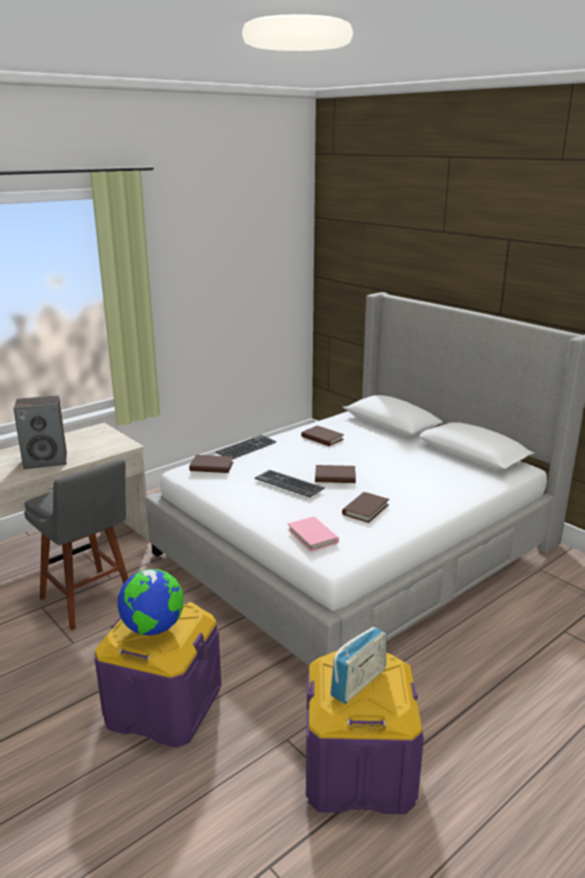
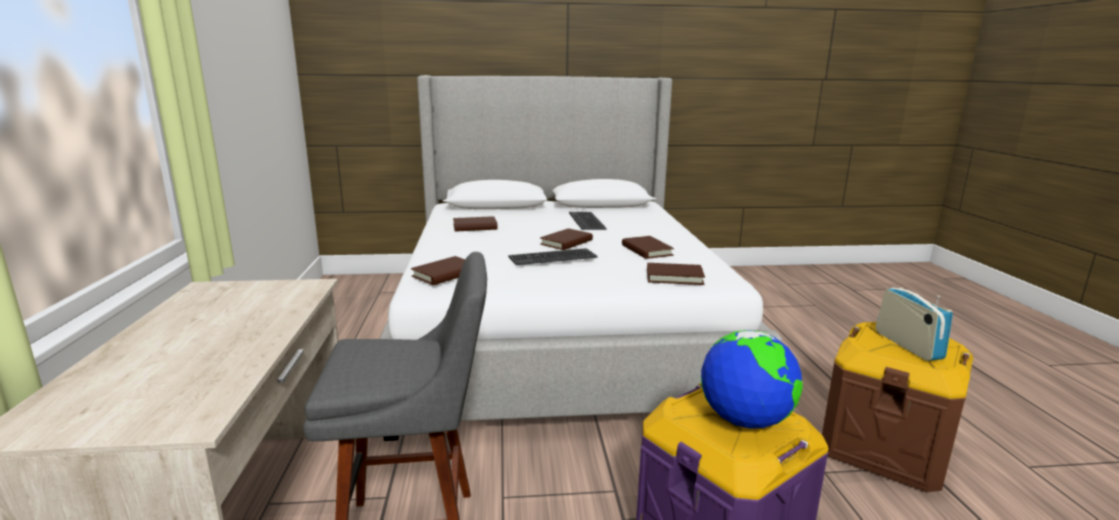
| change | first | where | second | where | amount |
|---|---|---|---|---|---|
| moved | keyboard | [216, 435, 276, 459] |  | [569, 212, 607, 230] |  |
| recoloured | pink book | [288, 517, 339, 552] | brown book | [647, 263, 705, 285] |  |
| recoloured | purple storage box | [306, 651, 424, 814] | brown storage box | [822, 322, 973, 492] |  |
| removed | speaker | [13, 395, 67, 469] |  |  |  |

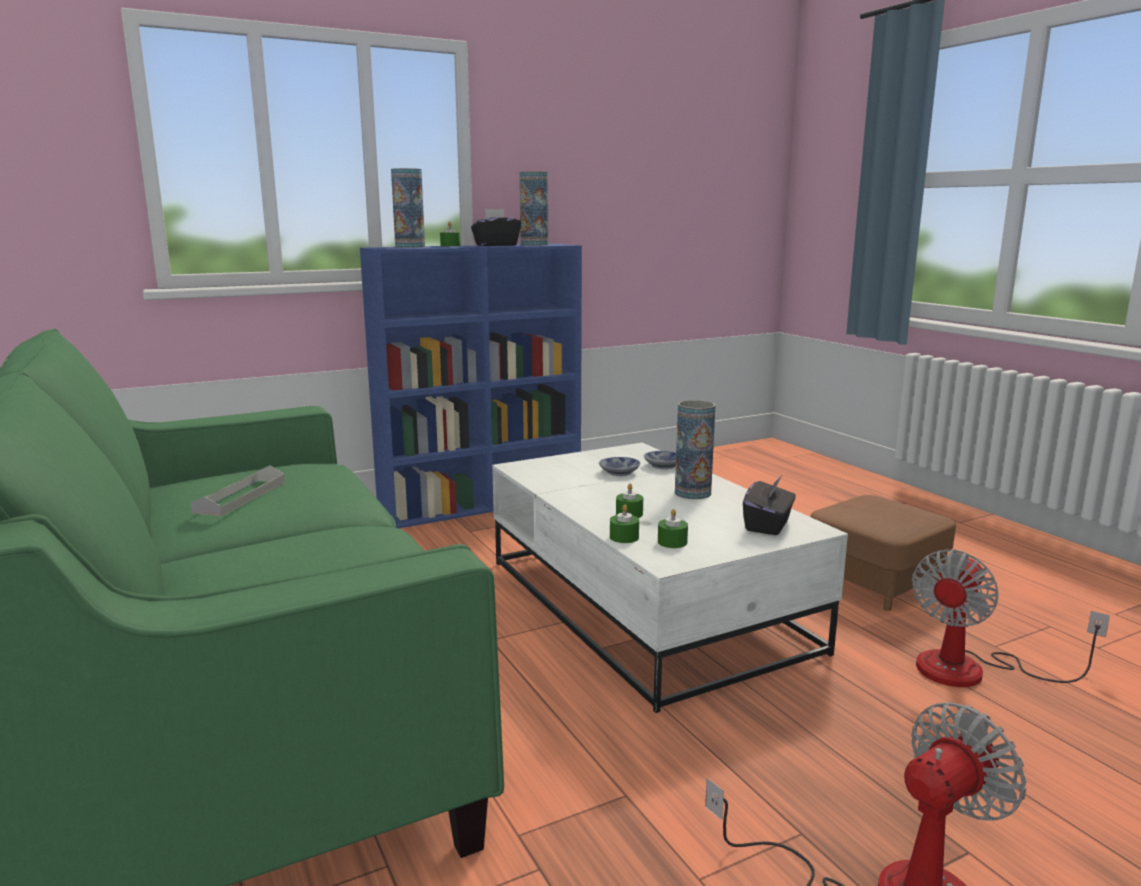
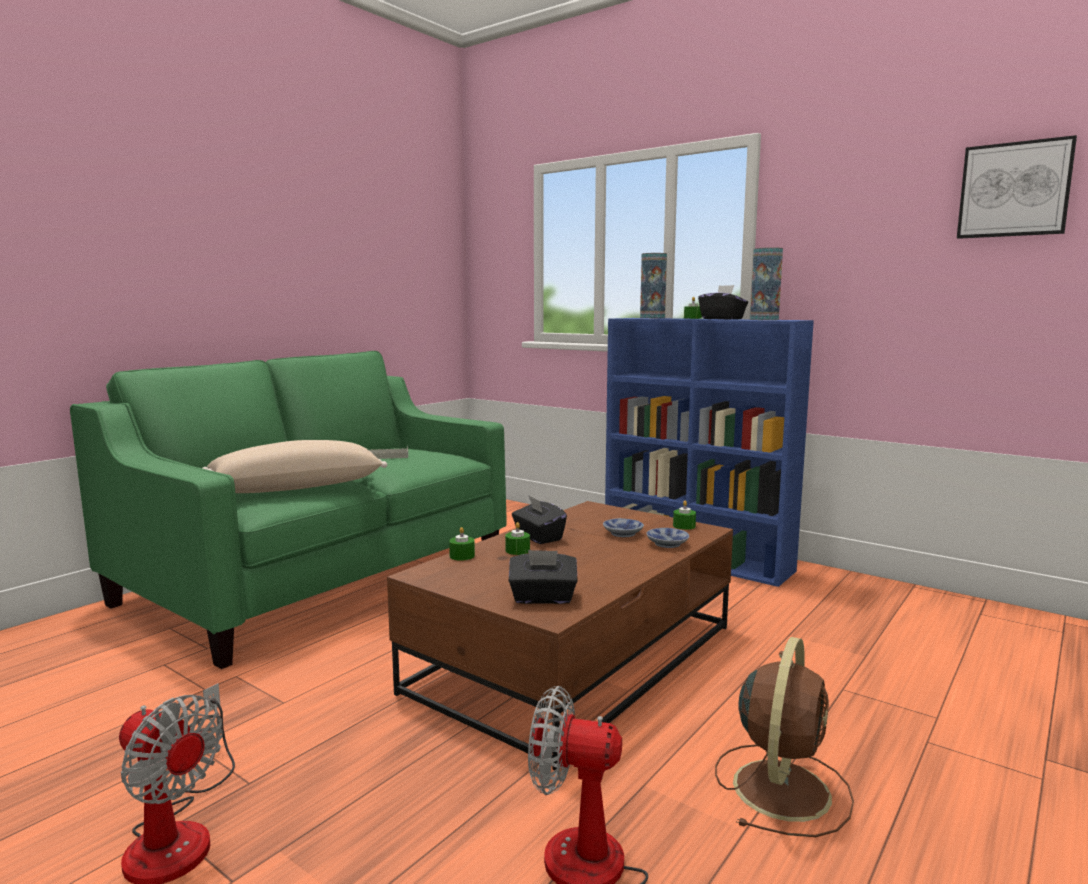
| change | first | where | second | where | amount |
|---|---|---|---|---|---|
| added |  |  | beige pillow | [202, 440, 387, 493] |  |
| recoloured | white coffee table | [492, 443, 848, 713] | brown coffee table | [387, 501, 733, 770] |  |
| added |  |  | black tissue box | [512, 495, 567, 544] |  |
| moved | green candle | [658, 509, 688, 548] |  | [673, 500, 696, 530] |  |
| replaced | brown ottoman | [811, 495, 956, 611] | brown fan | [715, 637, 854, 837] |  |
| added |  |  | picture | [957, 135, 1077, 239] |  |
| removed | vase | [675, 400, 715, 499] |  |  |  |

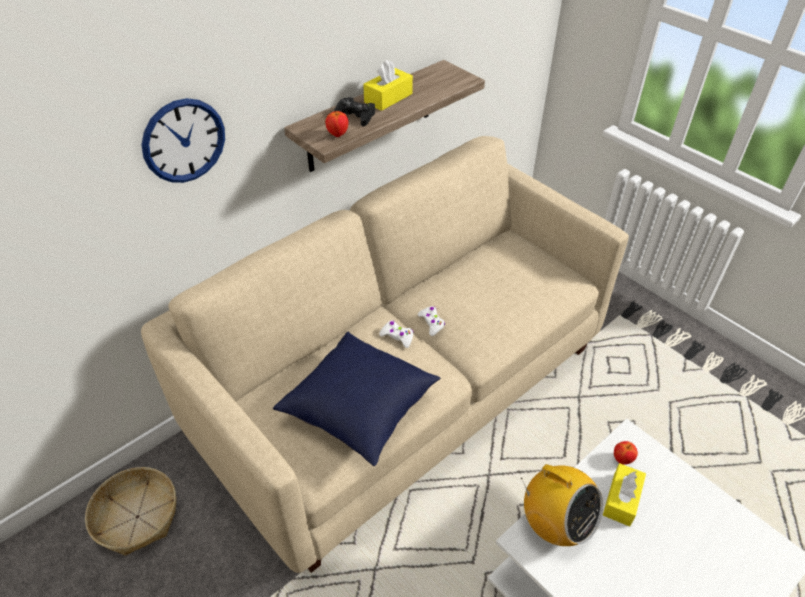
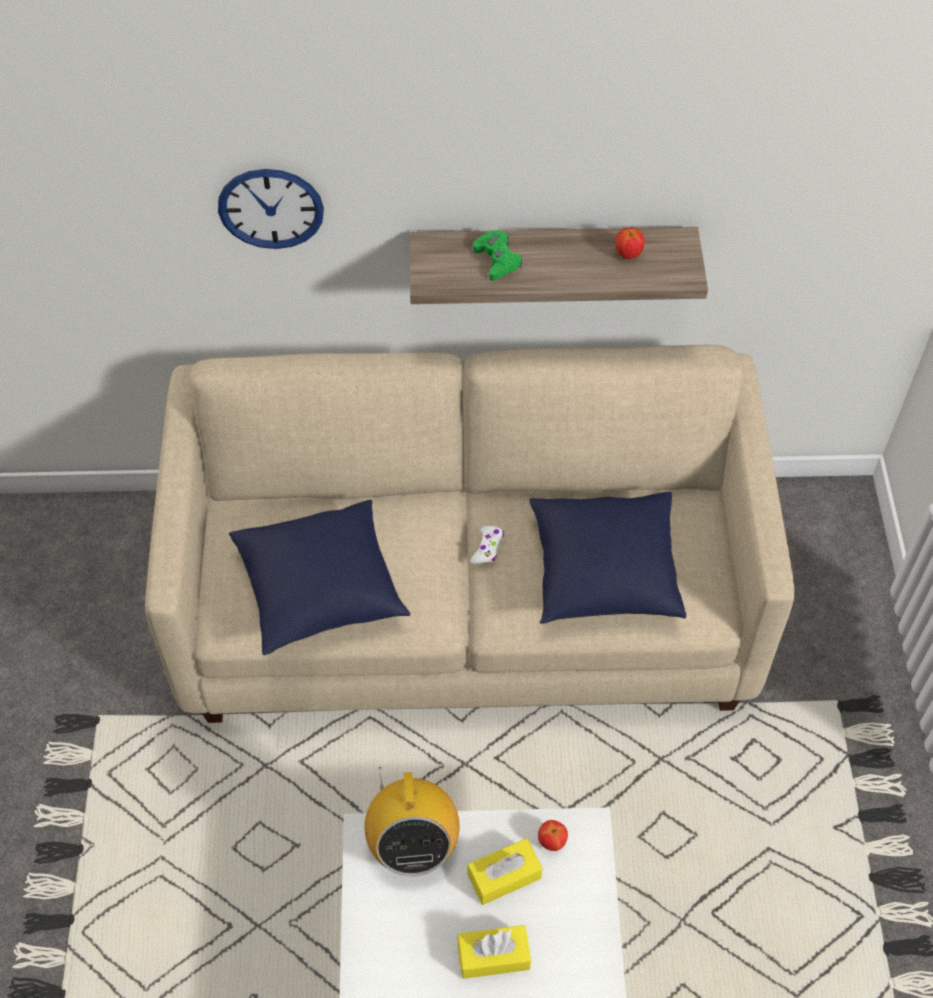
| change | first | where | second | where | amount |
|---|---|---|---|---|---|
| moved | yellow tissue box | [363, 60, 413, 111] |  | [457, 925, 531, 979] |  |
| recoloured | black game controller | [334, 97, 375, 126] | green game controller | [473, 230, 522, 281] |  |
| added |  |  | blue pillow | [529, 492, 686, 624] |  |
| moved | apple | [325, 111, 348, 137] |  | [615, 228, 645, 259] |  |
| removed | basket | [85, 467, 177, 556] |  |  |  |
| removed | white game controller | [379, 320, 413, 348] |  |  |  |

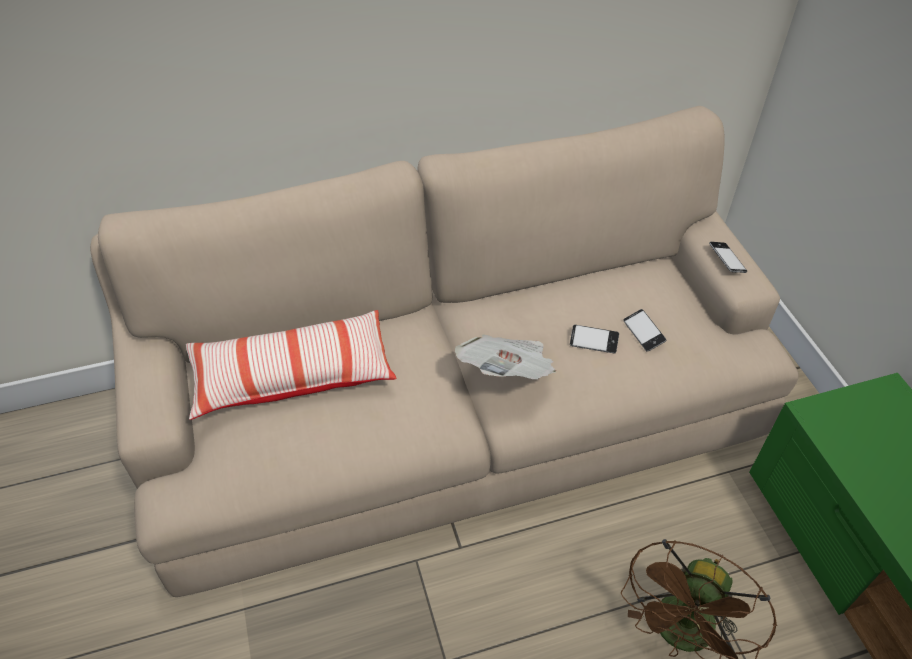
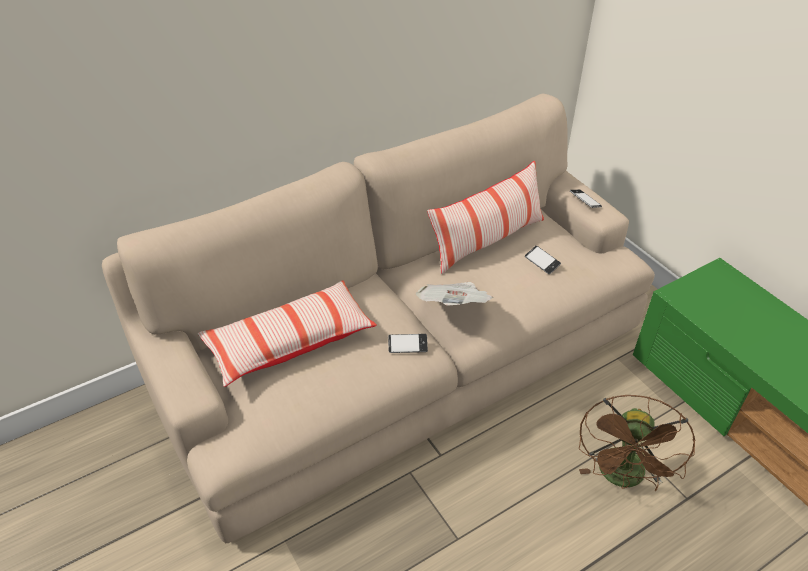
| change | first | where | second | where | amount |
|---|---|---|---|---|---|
| moved | phone | [570, 325, 619, 353] |  | [388, 334, 428, 353] |  |
| added |  |  | pillow | [427, 161, 544, 274] |  |

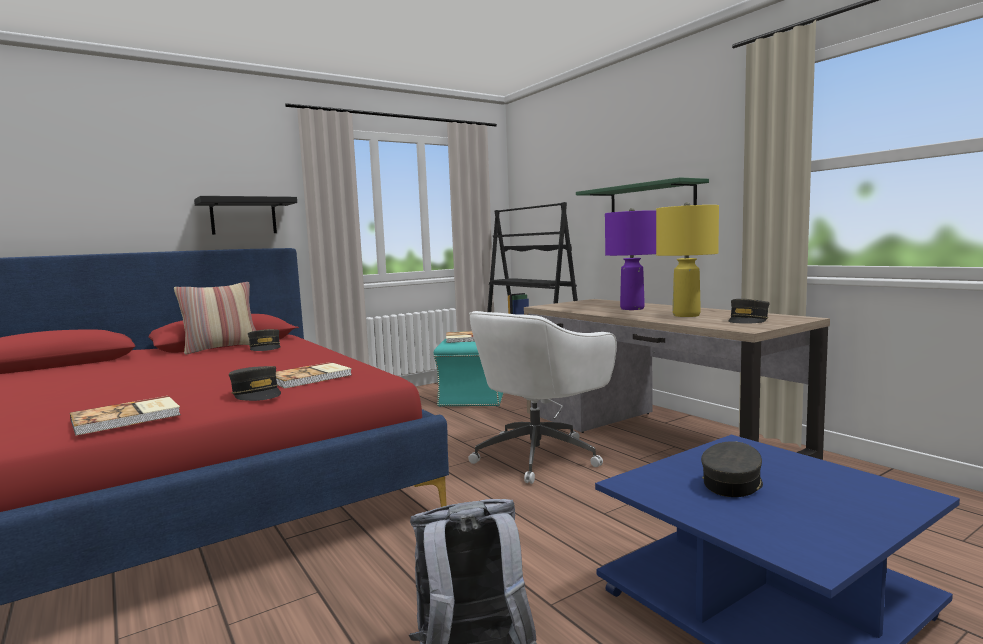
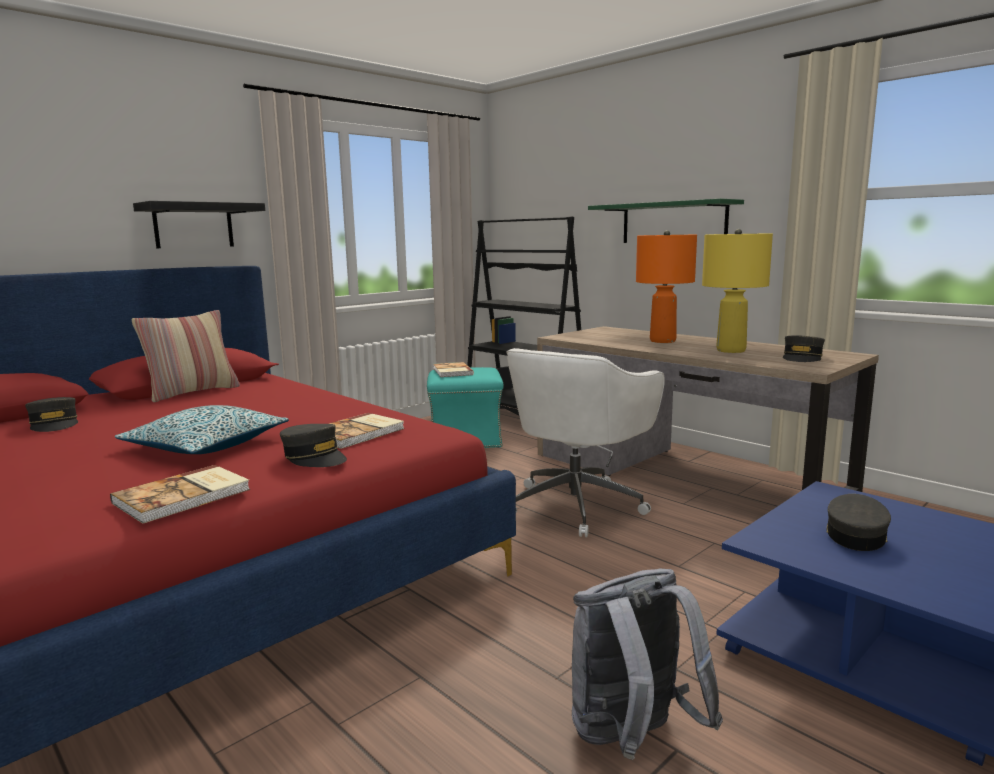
| change | first | where | second | where | amount |
|---|---|---|---|---|---|
| moved | grey cap | [248, 329, 281, 351] |  | [25, 397, 78, 432] |  |
| added |  |  | pillow | [114, 405, 289, 454] |  |
| recoloured | purple table lamp | [605, 208, 656, 310] | orange table lamp | [636, 230, 697, 343] |  |

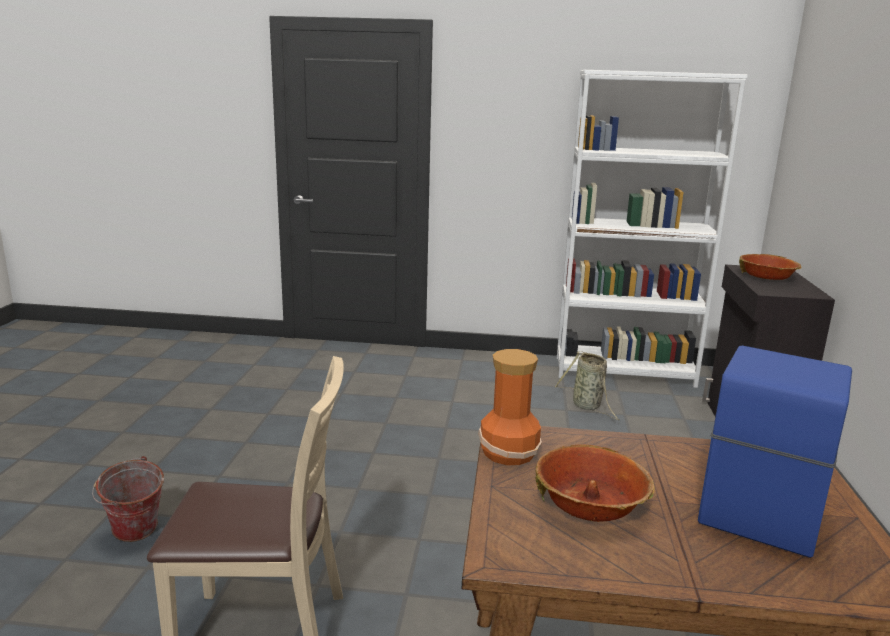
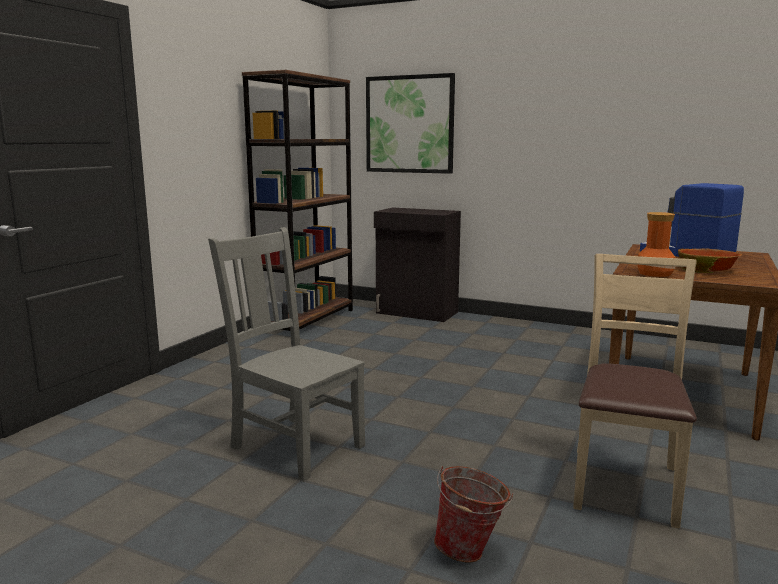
| change | first | where | second | where | amount |
|---|---|---|---|---|---|
| added |  |  | grey chair | [208, 227, 365, 481] |  |
| recoloured | white bookcase | [557, 70, 748, 388] | brown bookcase | [242, 70, 353, 331] |  |
| added |  |  | picture | [366, 73, 455, 174] |  |
| removed | basket | [554, 351, 619, 420] |  |  |  |
| removed | bowl | [739, 254, 802, 280] |  |  |  |

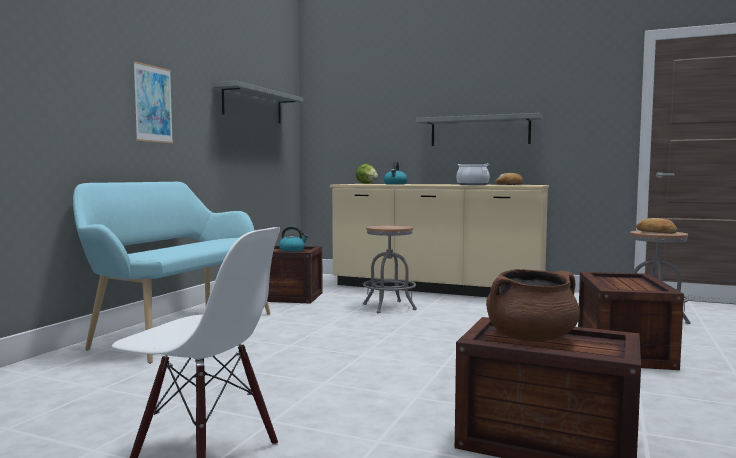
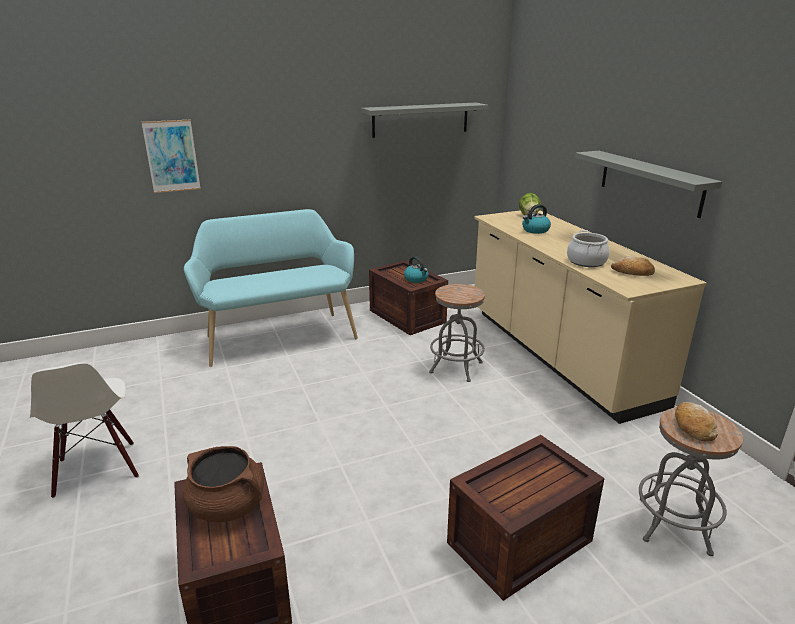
| change | first | where | second | where | amount |
|---|---|---|---|---|---|
| moved | picture | [133, 61, 173, 143] |  | [141, 120, 201, 193] |  |

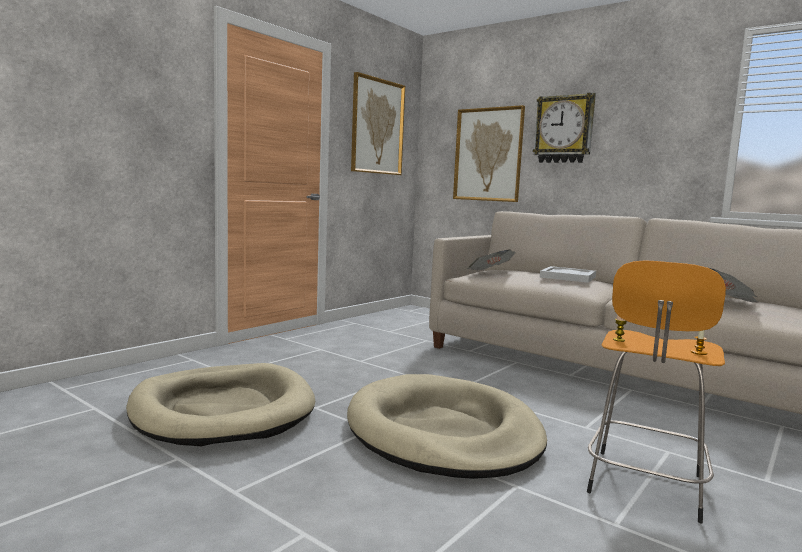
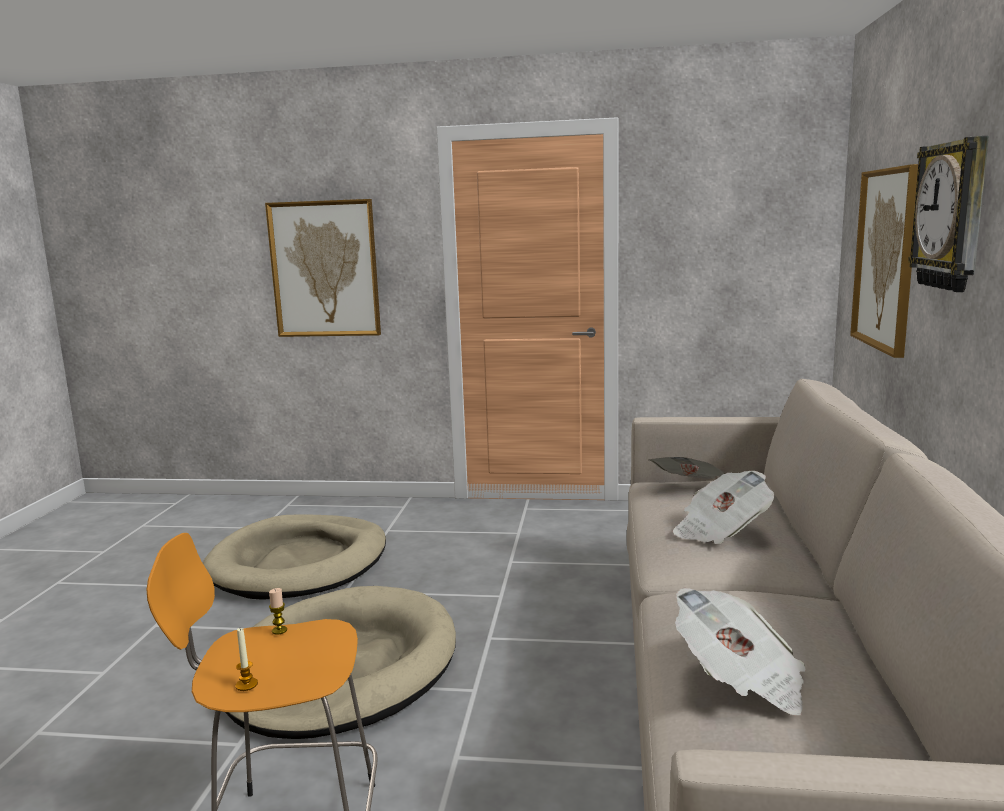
| change | first | where | second | where | amount |
|---|---|---|---|---|---|
| moved | picture | [351, 72, 405, 175] |  | [265, 199, 381, 337] |  |
| replaced | white tray | [540, 266, 596, 283] | newspaper | [673, 471, 774, 544] |  |

